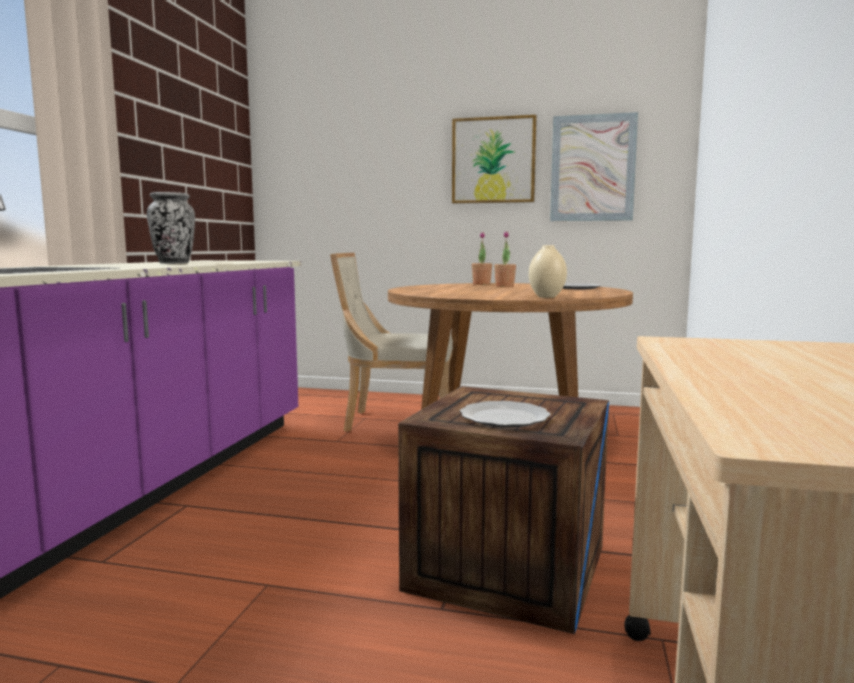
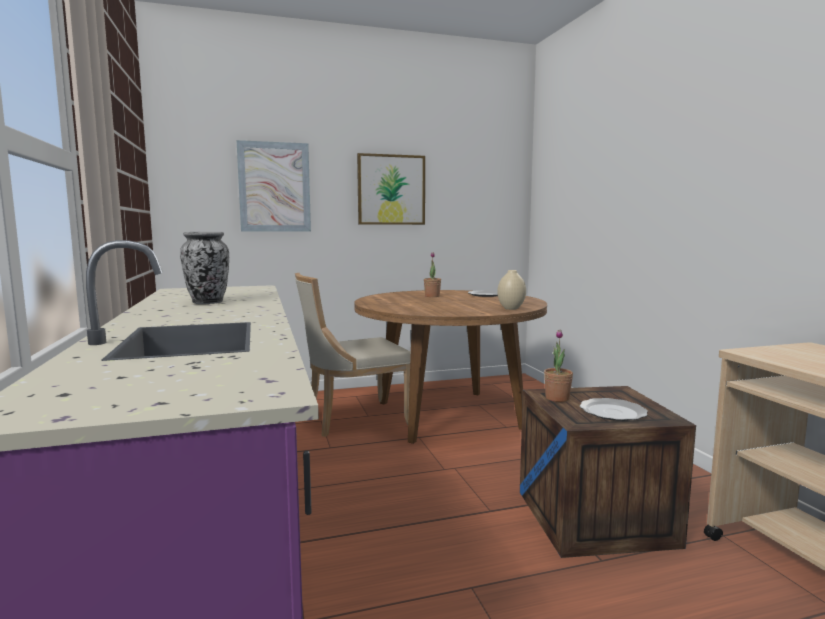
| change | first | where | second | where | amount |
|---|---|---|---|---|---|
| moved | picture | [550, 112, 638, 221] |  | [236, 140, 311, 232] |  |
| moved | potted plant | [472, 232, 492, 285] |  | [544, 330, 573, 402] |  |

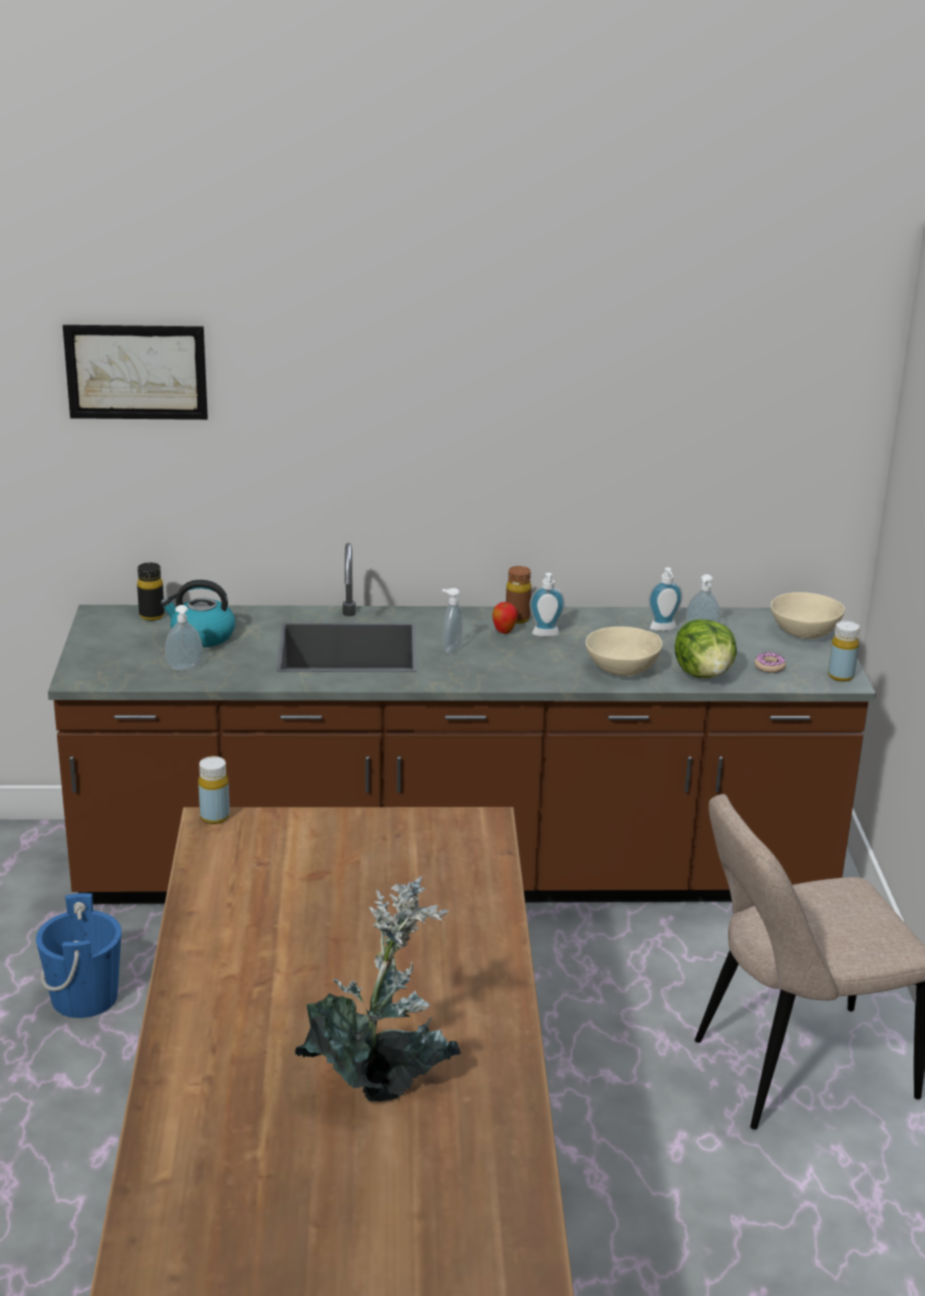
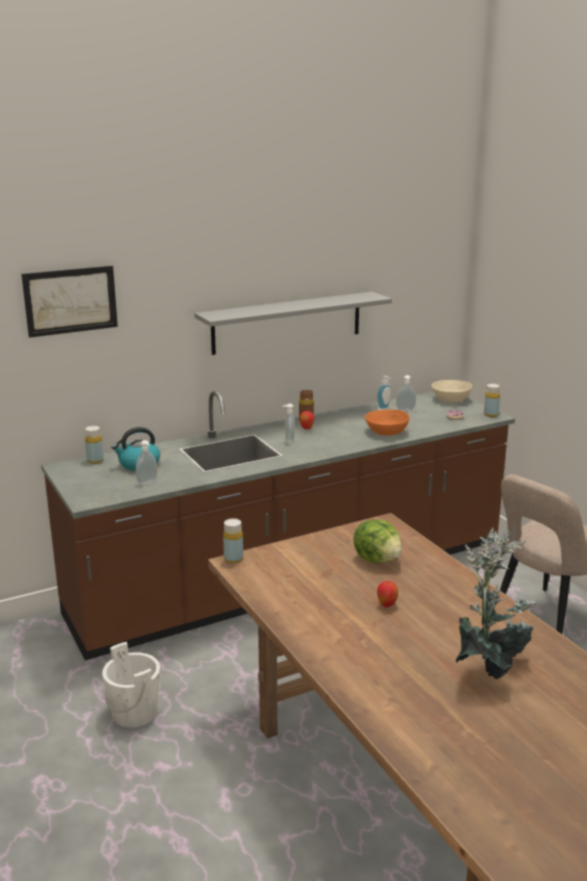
| change | first | where | second | where | amount |
|---|---|---|---|---|---|
| recoloured | black bottle | [137, 562, 165, 621] | yellow bottle | [85, 426, 104, 464] |  |
| recoloured | blue bucket | [36, 893, 122, 1018] | white bucket | [102, 642, 160, 728] |  |
| added |  |  | grey shelf | [195, 292, 392, 355] |  |
| moved | lettuce | [675, 619, 737, 678] |  | [353, 520, 402, 564] |  |
| recoloured | beige bowl | [585, 626, 662, 676] | orange bowl | [365, 410, 410, 436] |  |
| added |  |  | apple | [377, 581, 398, 607] |  |
| removed | soap dispenser | [530, 573, 565, 637] |  |  |  |

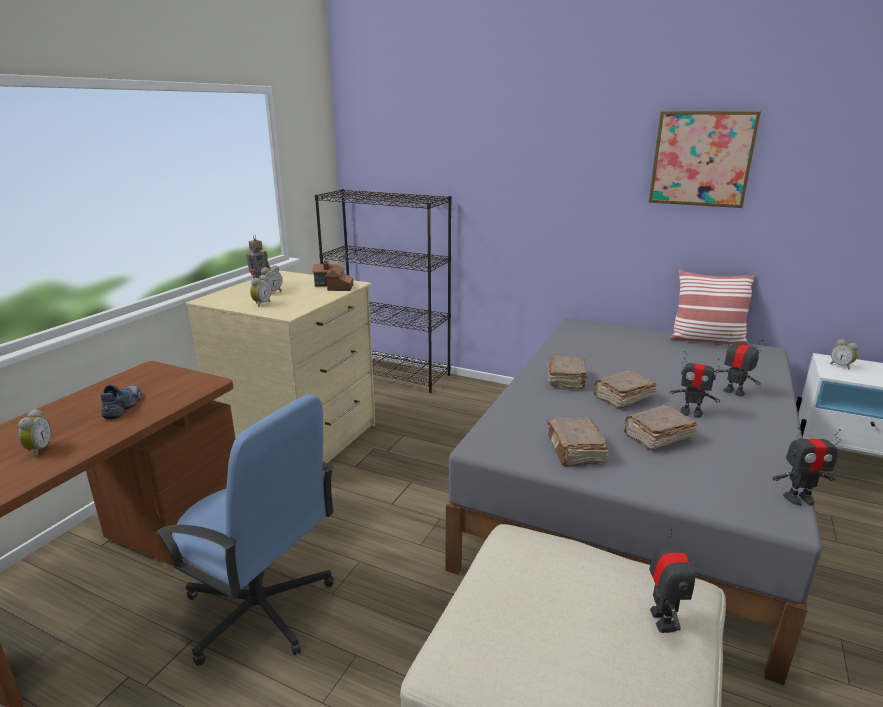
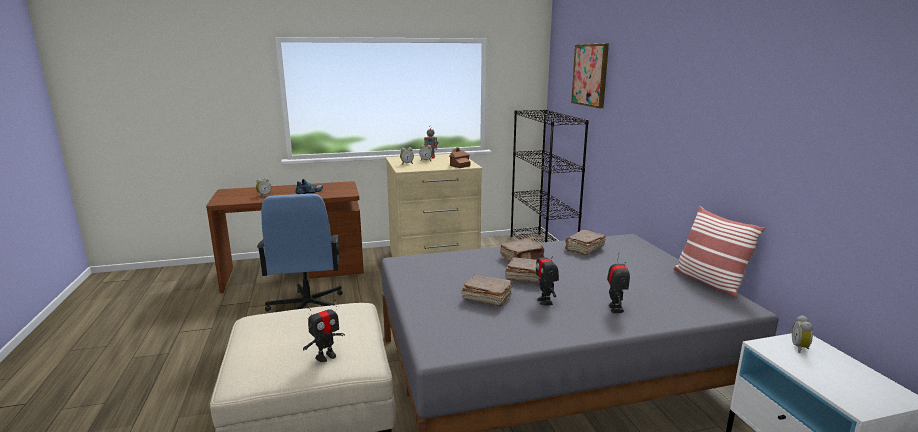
| change | first | where | second | where | amount |
|---|---|---|---|---|---|
| moved | brown book | [547, 417, 609, 467] |  | [565, 230, 606, 256] |  |
| moved | picture | [649, 111, 761, 208] |  | [571, 44, 609, 108] |  |
| removed | toy robot | [772, 427, 841, 506] |  |  |  |

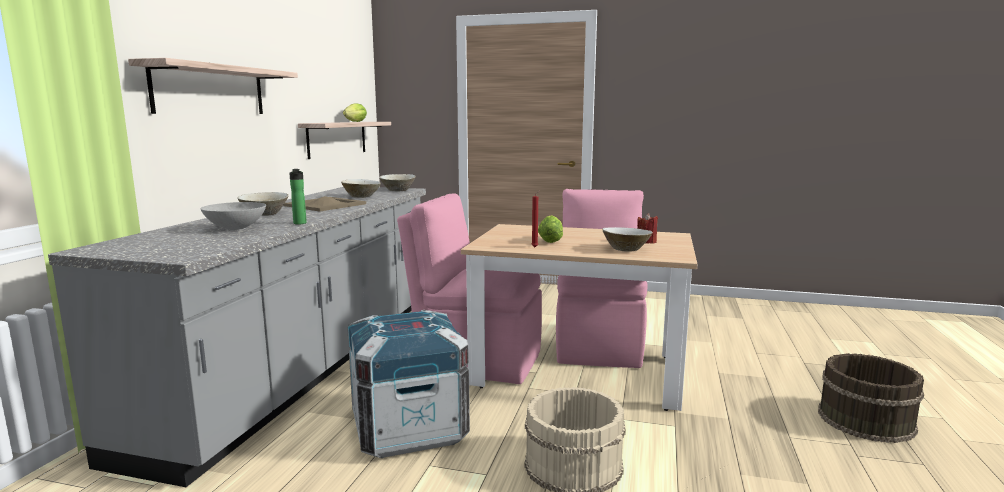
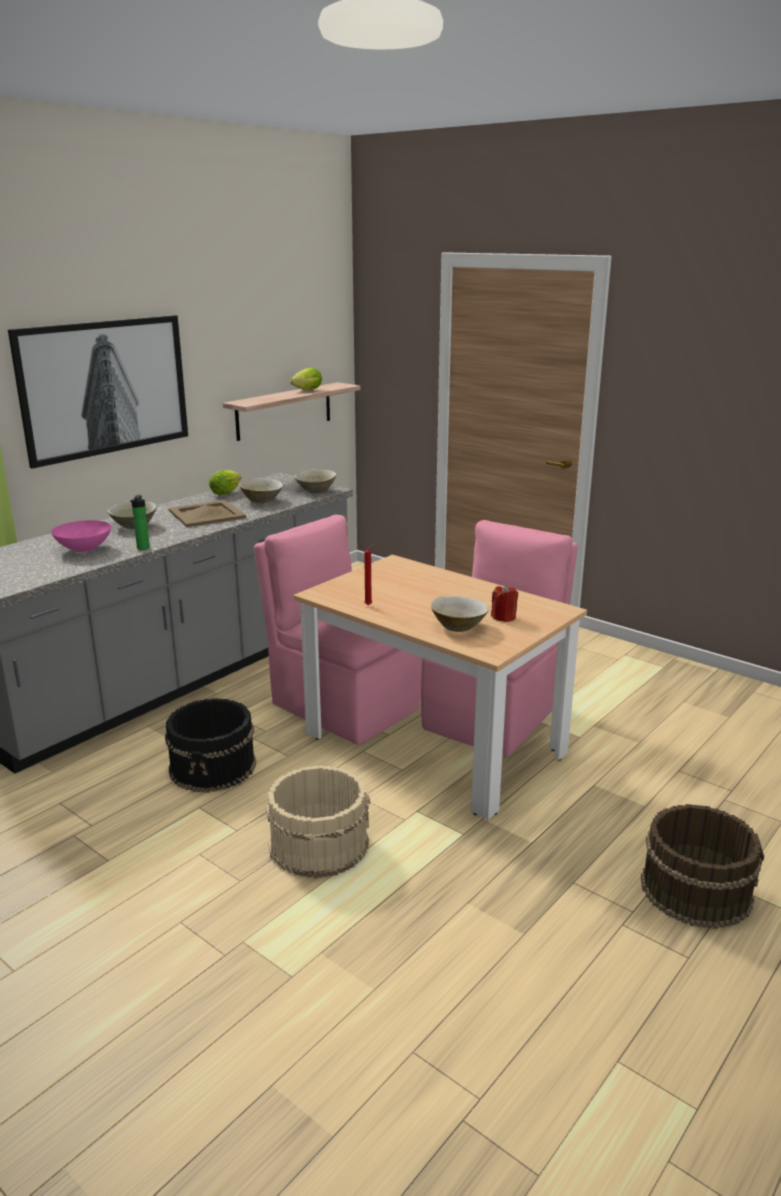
| change | first | where | second | where | amount |
|---|---|---|---|---|---|
| replaced | shelf | [128, 58, 298, 114] | picture | [8, 315, 188, 469] |  |
| recoloured | grey bowl | [200, 202, 266, 230] | pink bowl | [51, 520, 111, 552] |  |
| replaced | crate | [347, 310, 470, 458] | black bucket | [165, 698, 256, 793] |  |
| moved | lettuce | [538, 215, 563, 243] |  | [209, 470, 241, 495] |  |

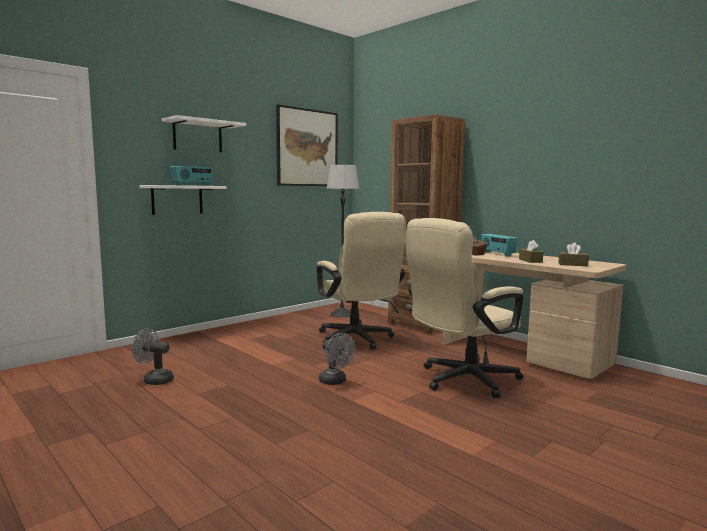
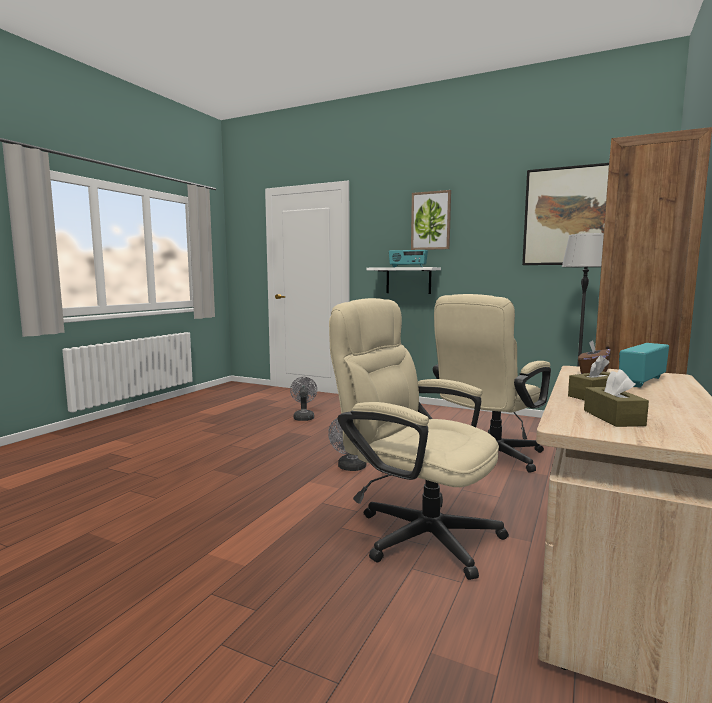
| change | first | where | second | where | amount |
|---|---|---|---|---|---|
| replaced | white shelf | [162, 115, 246, 152] | picture | [411, 190, 451, 250] |  |

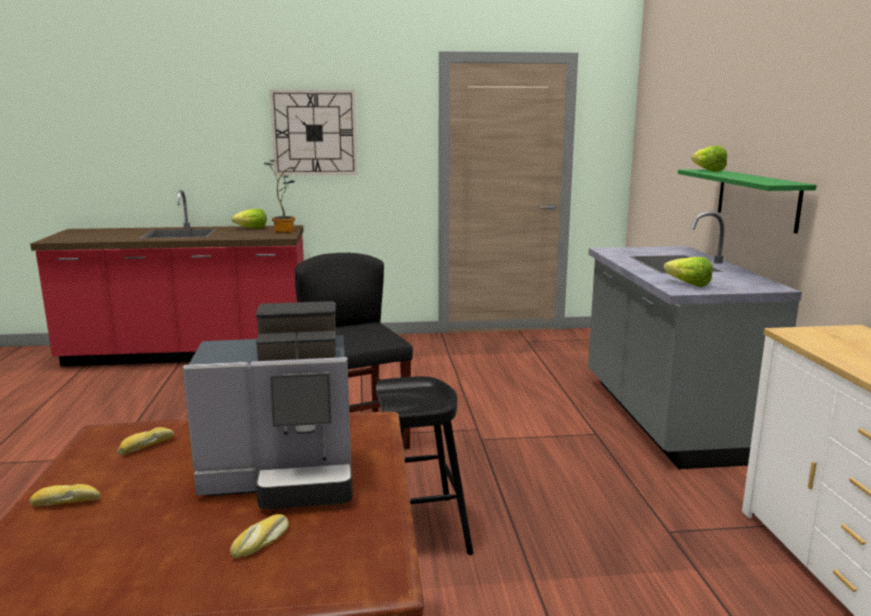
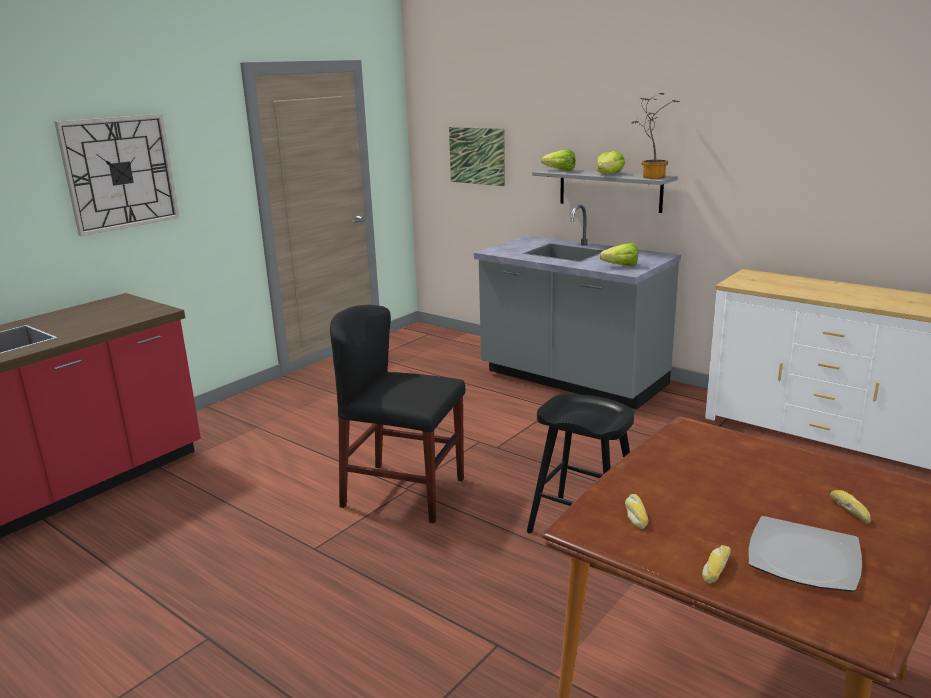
| change | first | where | second | where | amount |
|---|---|---|---|---|---|
| added |  |  | picture | [449, 127, 505, 186] |  |
| recoloured | green shelf | [678, 169, 817, 234] | grey shelf | [532, 168, 678, 213] |  |
| moved | lettuce | [232, 209, 267, 229] |  | [596, 151, 625, 174] |  |
| moved | potted plant | [264, 160, 296, 233] |  | [631, 93, 679, 179] |  |
| added |  |  | plate | [748, 516, 862, 592] |  |
| removed | coffee machine | [183, 301, 353, 509] |  |  |  |

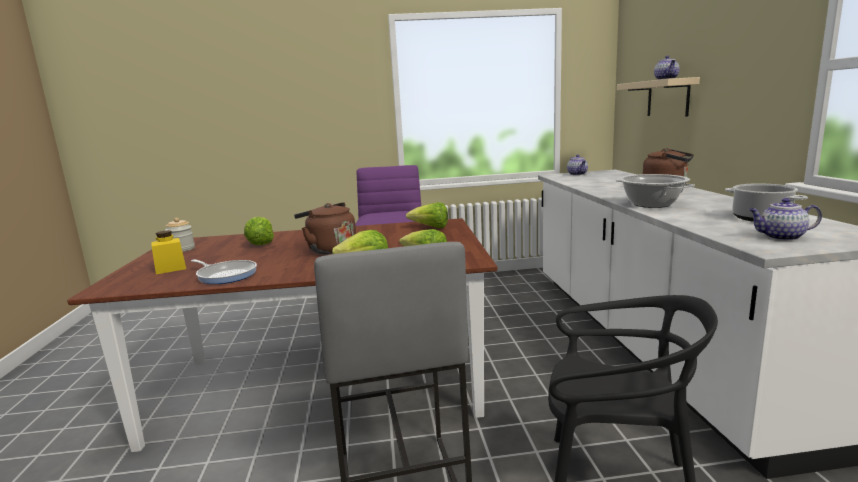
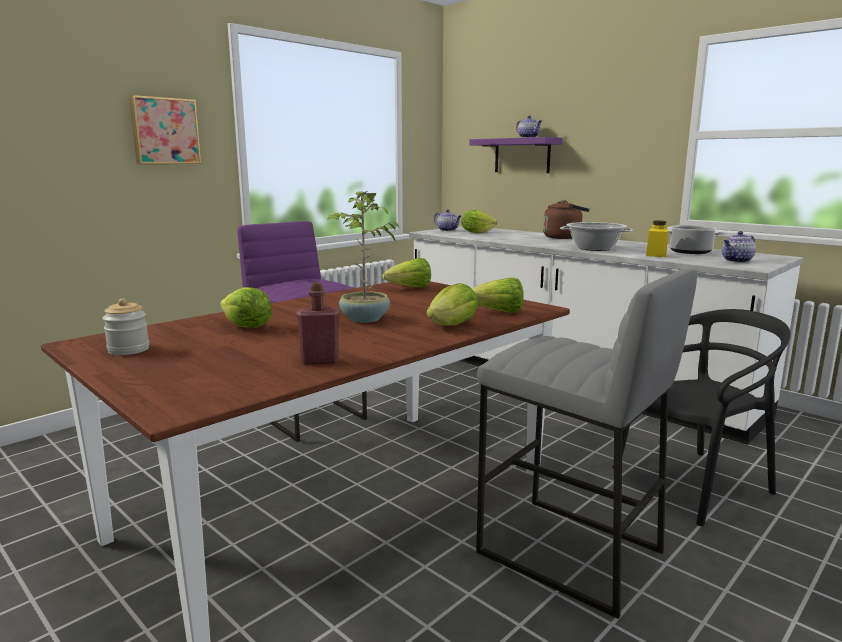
| change | first | where | second | where | amount |
|---|---|---|---|---|---|
| added |  |  | picture | [129, 95, 202, 164] |  |
| replaced | frying pan | [191, 259, 257, 284] | red bottle | [296, 283, 340, 365] |  |
| replaced | brown kettle | [294, 202, 356, 254] | potted plant | [327, 191, 399, 323] |  |
| added |  |  | lettuce | [462, 210, 498, 234] |  |
| recoloured | beige shelf | [617, 77, 700, 116] | purple shelf | [469, 137, 562, 173] |  |
| moved | yellow jar | [151, 230, 186, 274] |  | [646, 221, 668, 257] |  |

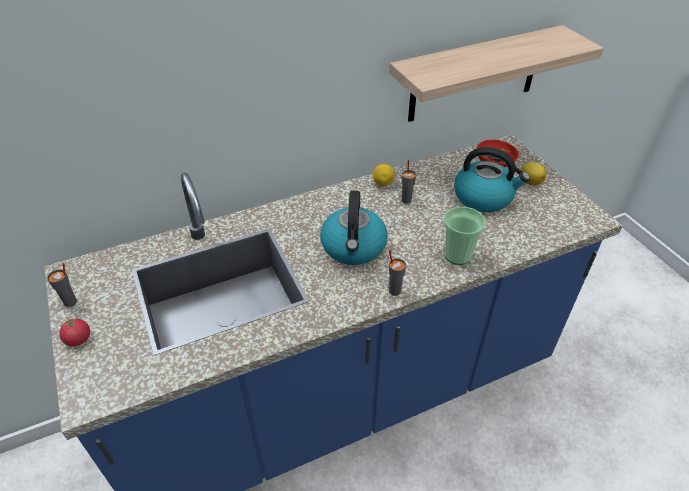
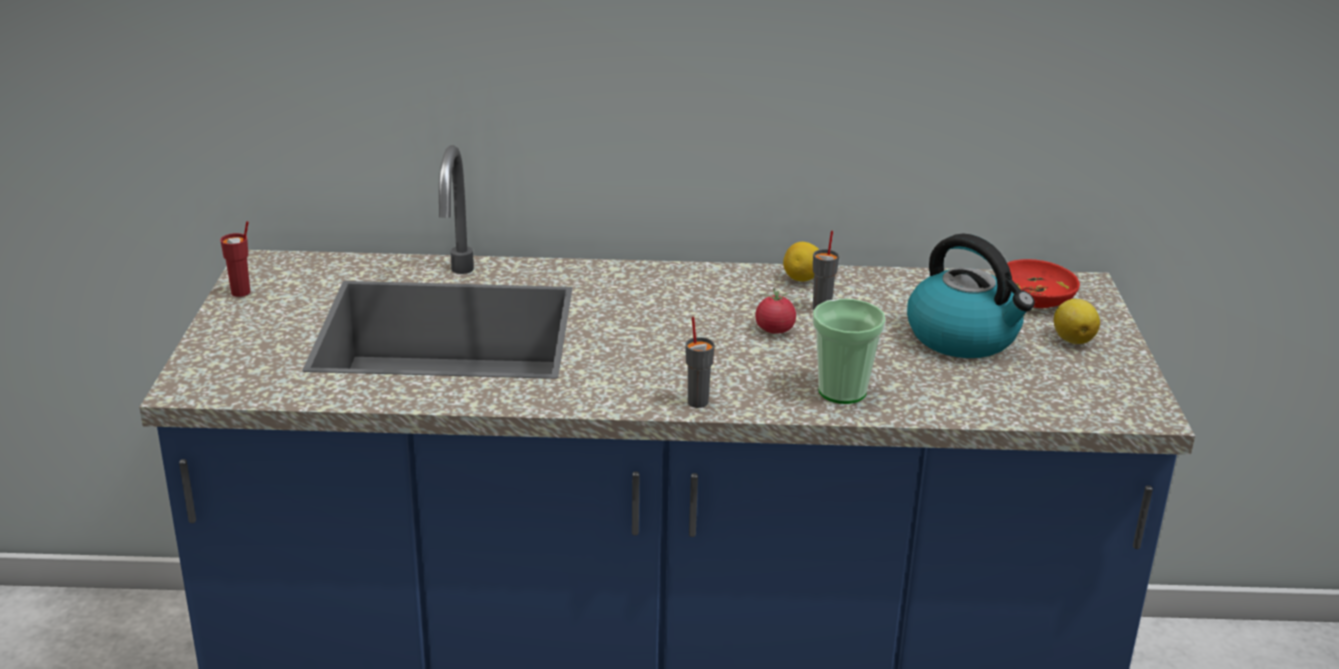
| change | first | where | second | where | amount |
|---|---|---|---|---|---|
| recoloured | grey cup | [47, 263, 77, 307] | red cup | [220, 221, 250, 297] |  |
| moved | tomato | [58, 316, 90, 346] |  | [755, 288, 796, 334] |  |
| removed | kettle | [320, 191, 388, 265] |  |  |  |
| removed | shelf | [389, 25, 604, 122] |  |  |  |

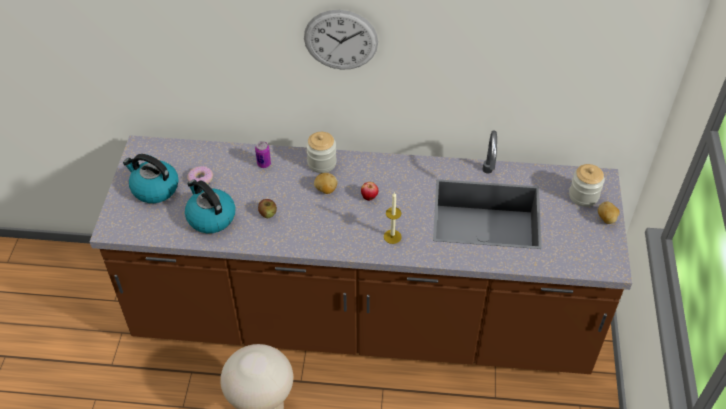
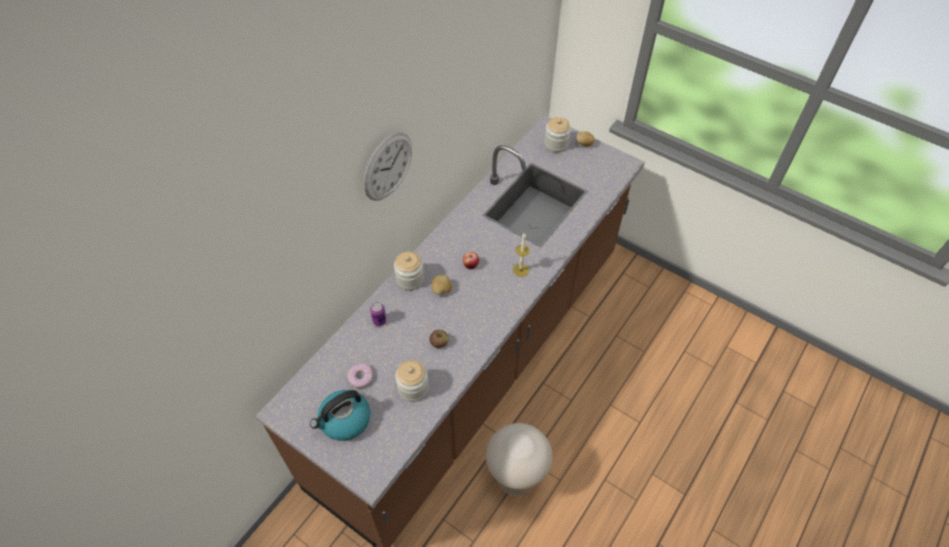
| change | first | where | second | where | amount |
|---|---|---|---|---|---|
| replaced | kettle | [185, 180, 235, 233] | jar | [395, 360, 429, 402] |  |

